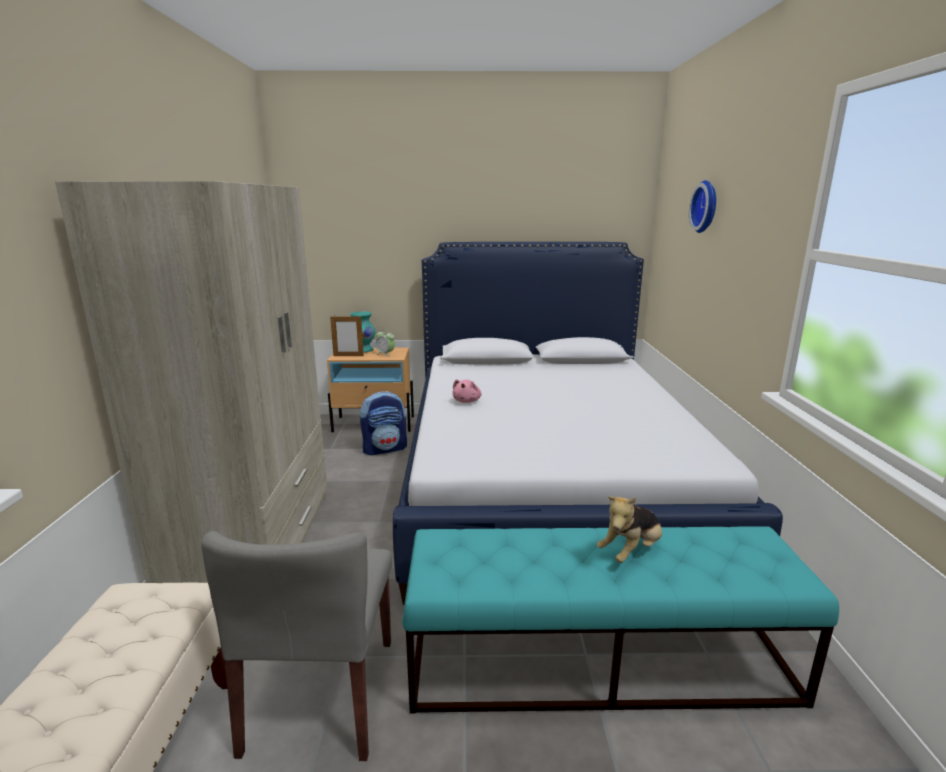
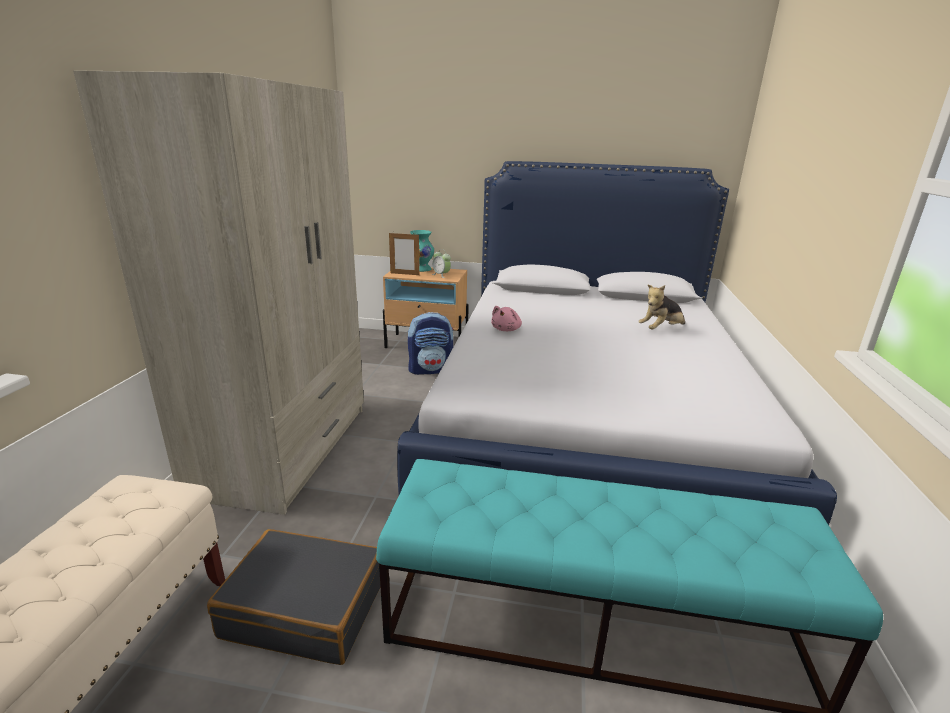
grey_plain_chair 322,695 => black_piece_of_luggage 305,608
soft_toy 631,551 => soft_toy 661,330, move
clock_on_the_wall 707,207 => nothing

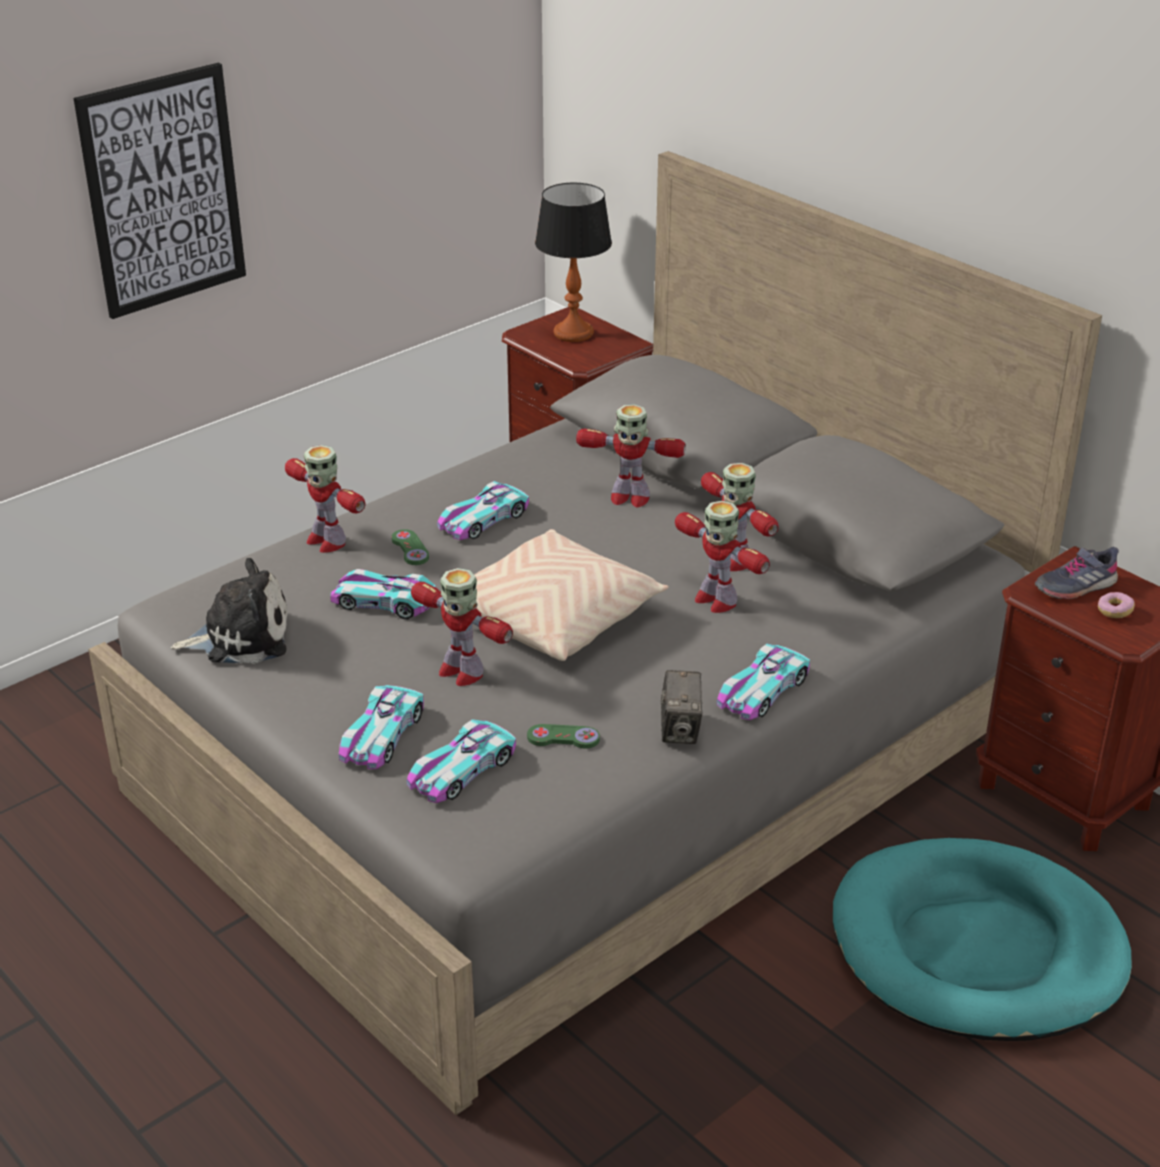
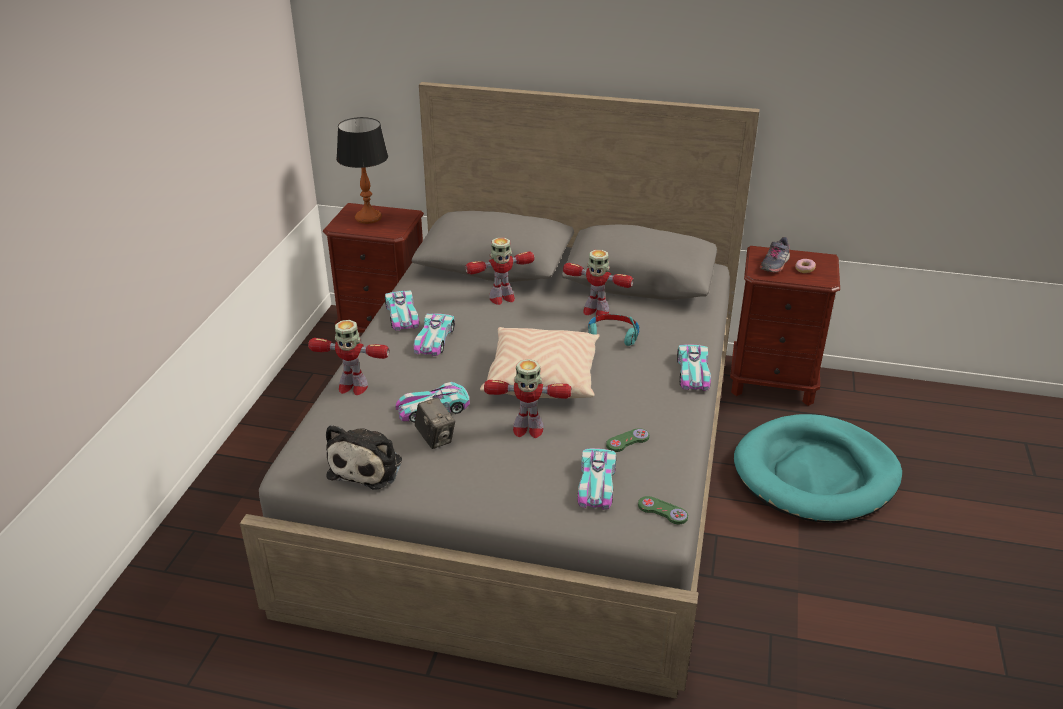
soft_toy 241,637 => soft_toy 368,466, 150 degrees clockwise
toy_car 382,735 => toy_car 402,315, move
still_camera 680,730 => still_camera 435,438, move
model_robot 715,600 => turquoise-coloured_headset 613,335
green-coloured_game_controller 410,549 => green-coloured_game_controller 662,511, move
picture 163,191 => nothing

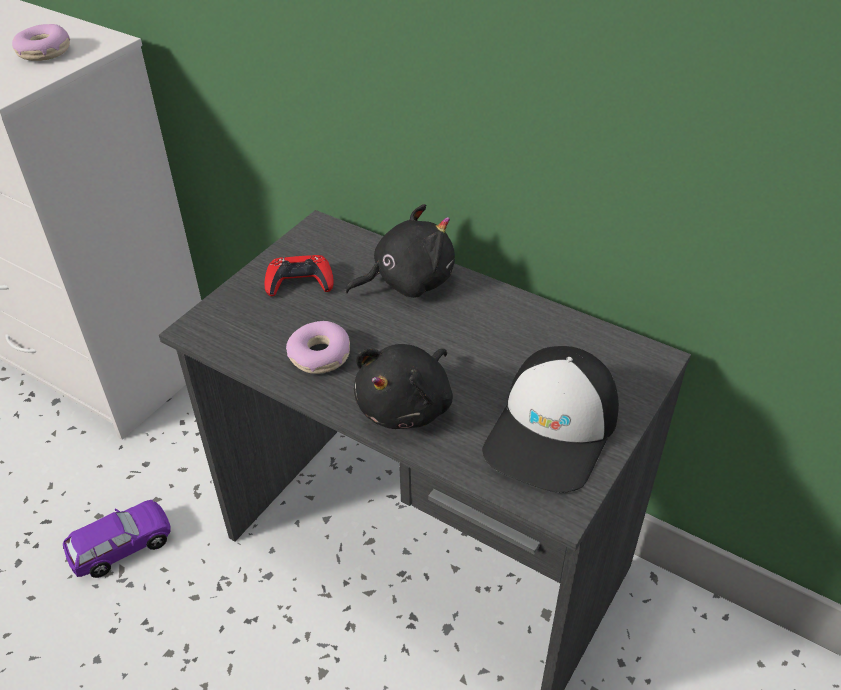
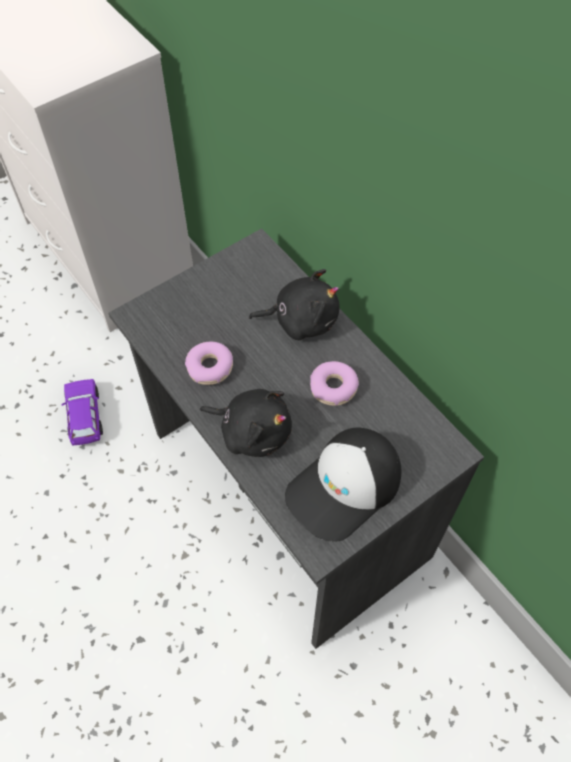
purple_toy_car 122,547 => purple_toy_car 85,417, 90 degrees counterclockwise
black_soft_toy 407,406 => black_soft_toy 252,431, 120 degrees counterclockwise
ring_doughnut 44,52 => ring_doughnut 333,388, move
reddish_game_controller 299,282 => nothing

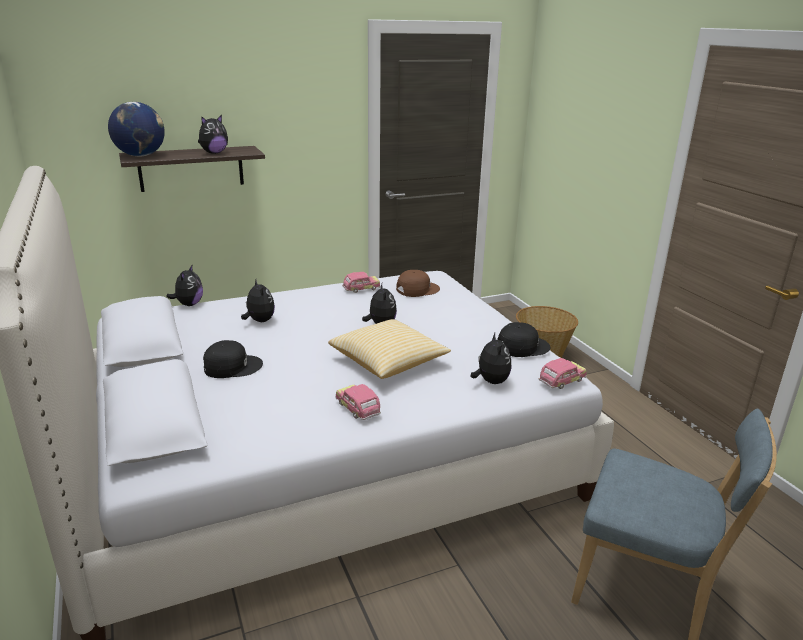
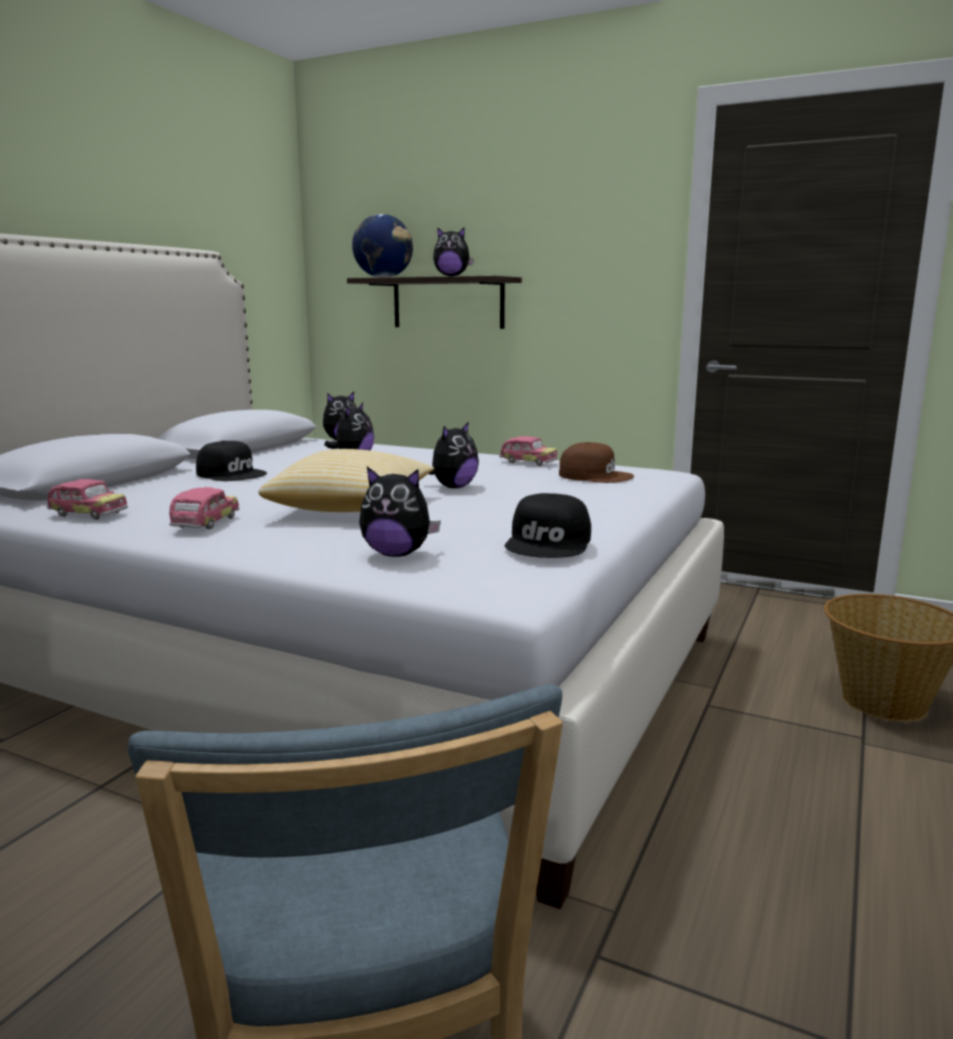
toy_car 561,381 => toy_car 88,514, move
soft_toy 490,381 => soft_toy 397,554, 60 degrees clockwise
black_cap 522,346 => black_cap 550,543, 75 degrees clockwise

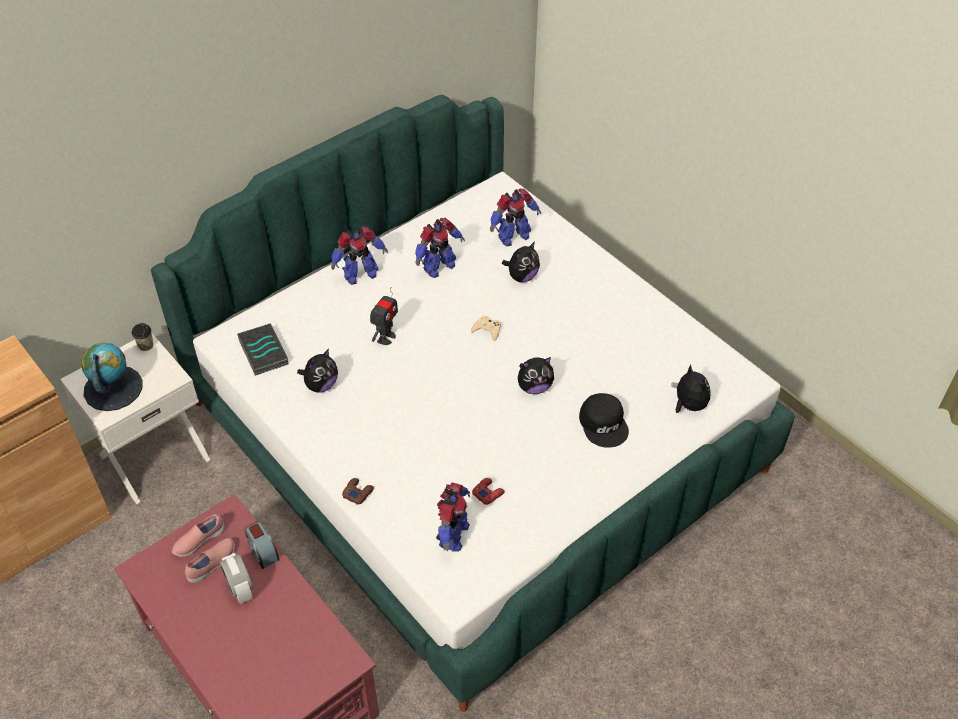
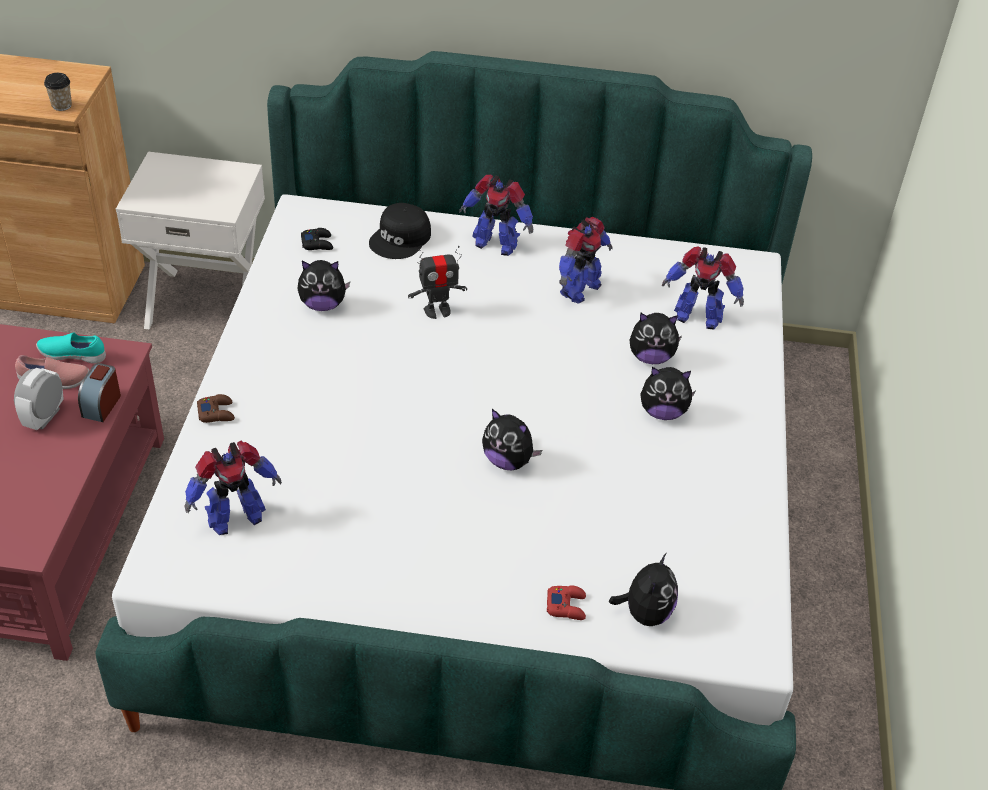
pink_low_shoe 199,541 => turquoise-coloured_low_shoe 73,355
small_cup 146,345 => small_cup 61,105, move
book 262,352 => black_game_controller 317,243
black_cap 604,423 => black_cap 401,239, move
reddish_game_controller 488,493 => reddish_game_controller 566,606, move
model_robot 438,267 => model_robot 579,289, 60 degrees counterclockwise
nothing => soft_toy 663,412
world_globe 113,388 => nothing
beige-coloured_game_controller 487,330 => nothing

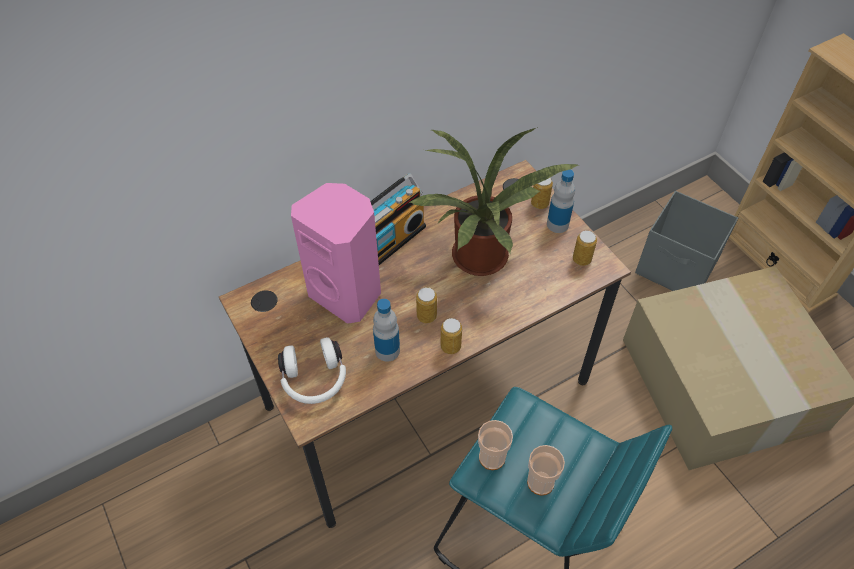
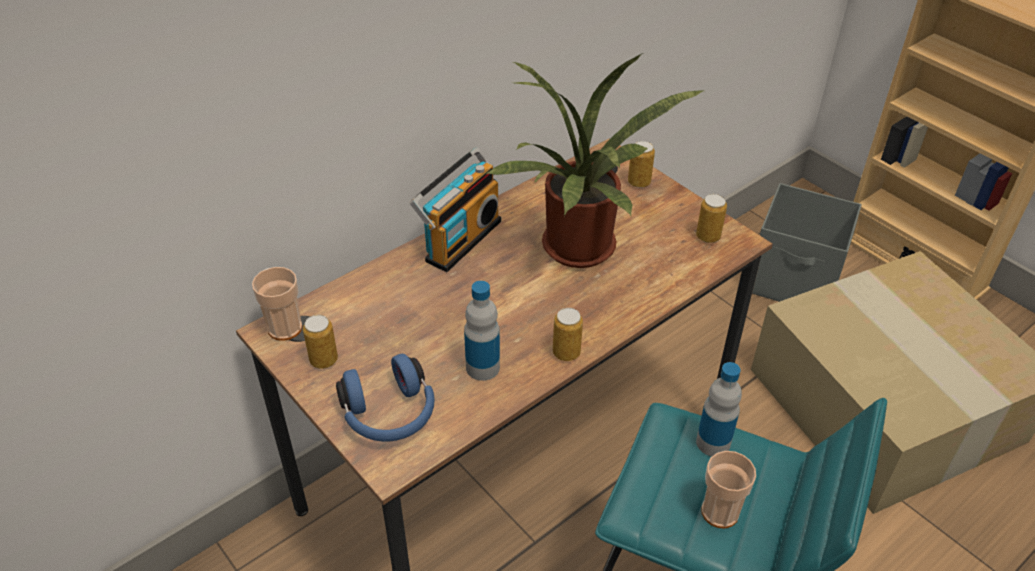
small_cup 492,457 => small_cup 285,328, move
can 426,316 => can 324,360, move
whitish_headset 314,380 => blue-coloured_headset 390,415
drink_bottle 557,224 => drink_bottle 713,442, move
pink_speaker 347,293 => nothing

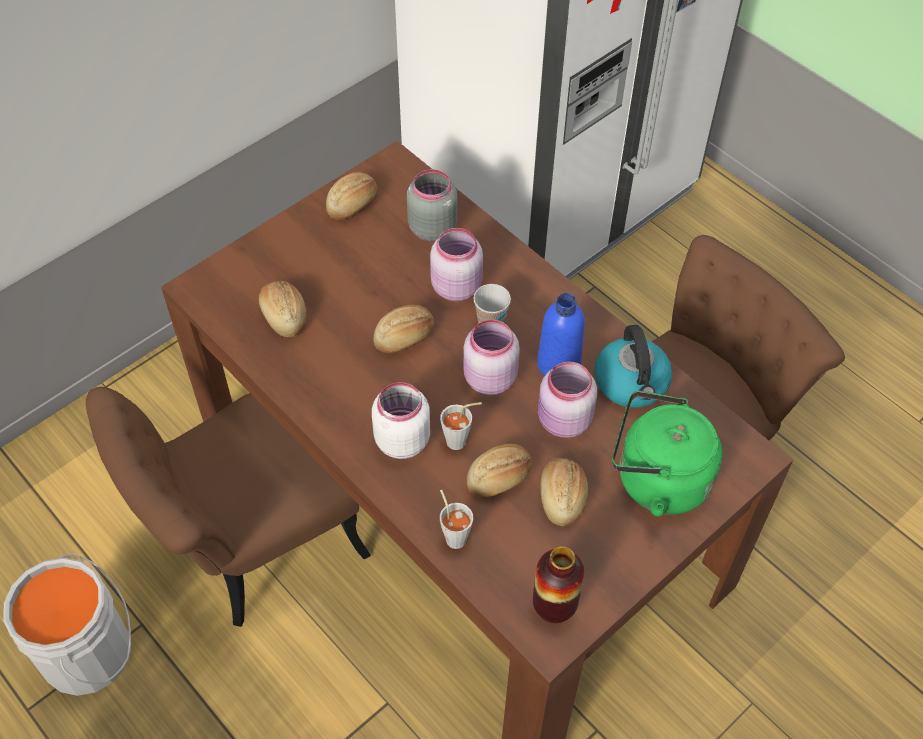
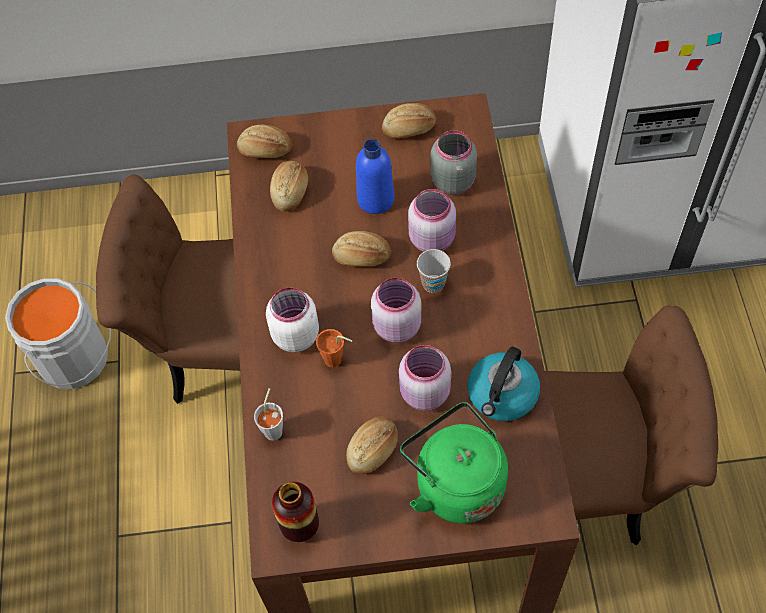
baked_bread 500,478 => baked_bread 265,151, move
grey_small_cup 461,441 => orange_small_cup 336,361
blue-coloured_drink_bottle 558,364 => blue-coloured_drink_bottle 375,199, move

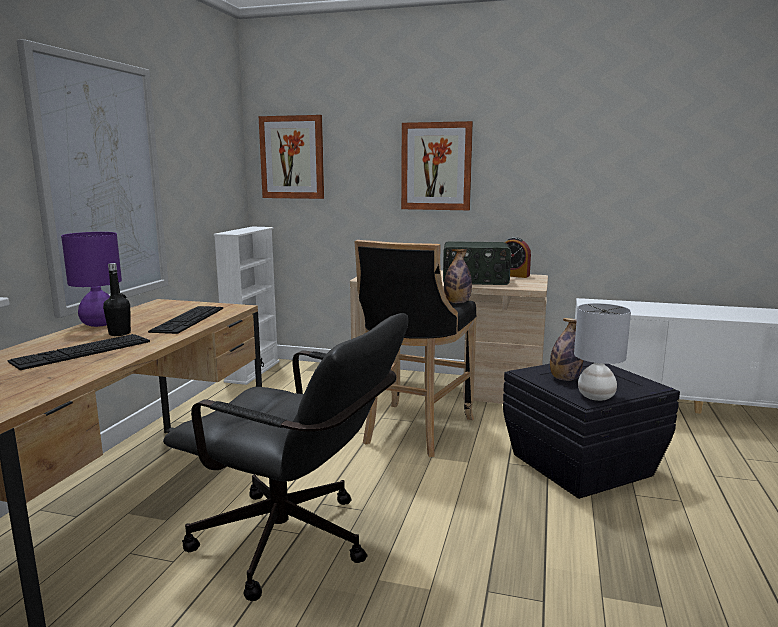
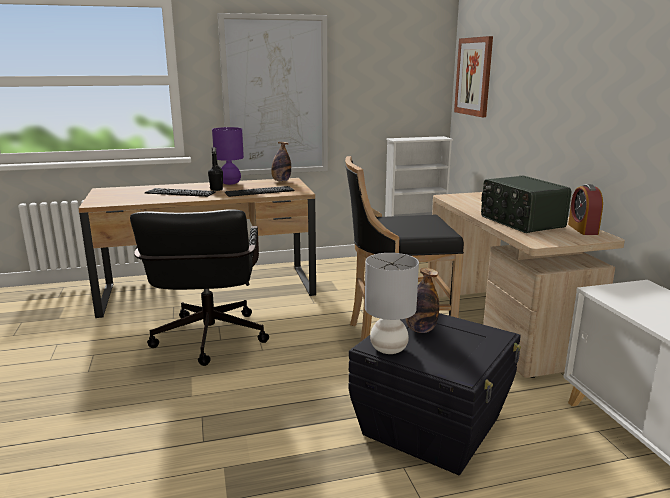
drink_bottle 457,302 => drink_bottle 281,181, move
picture 436,166 => nothing

